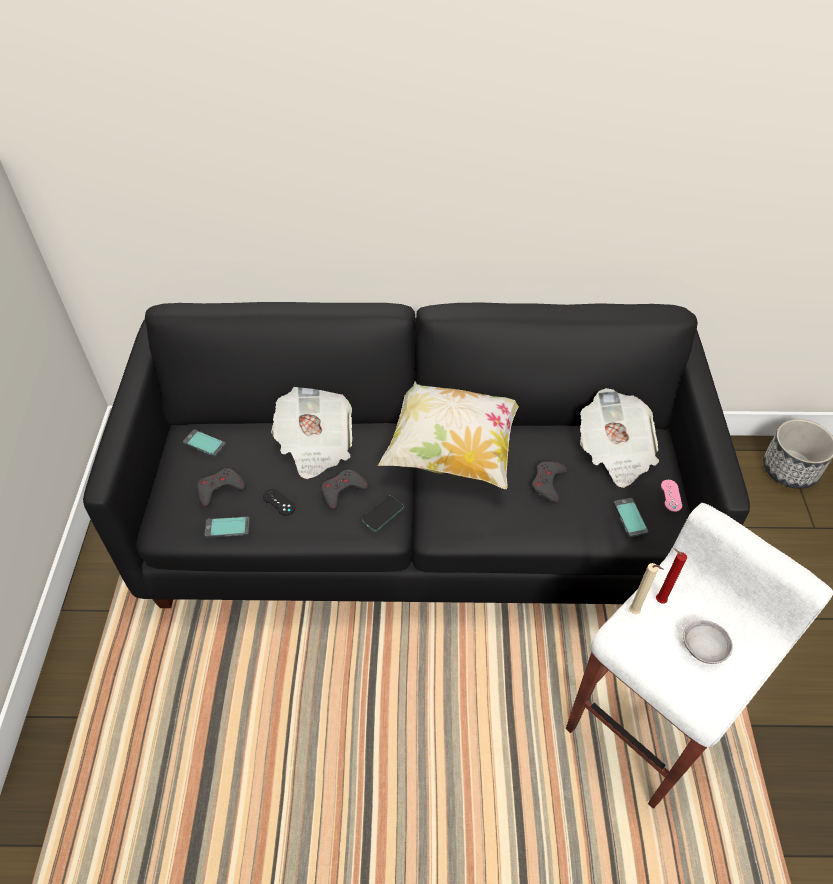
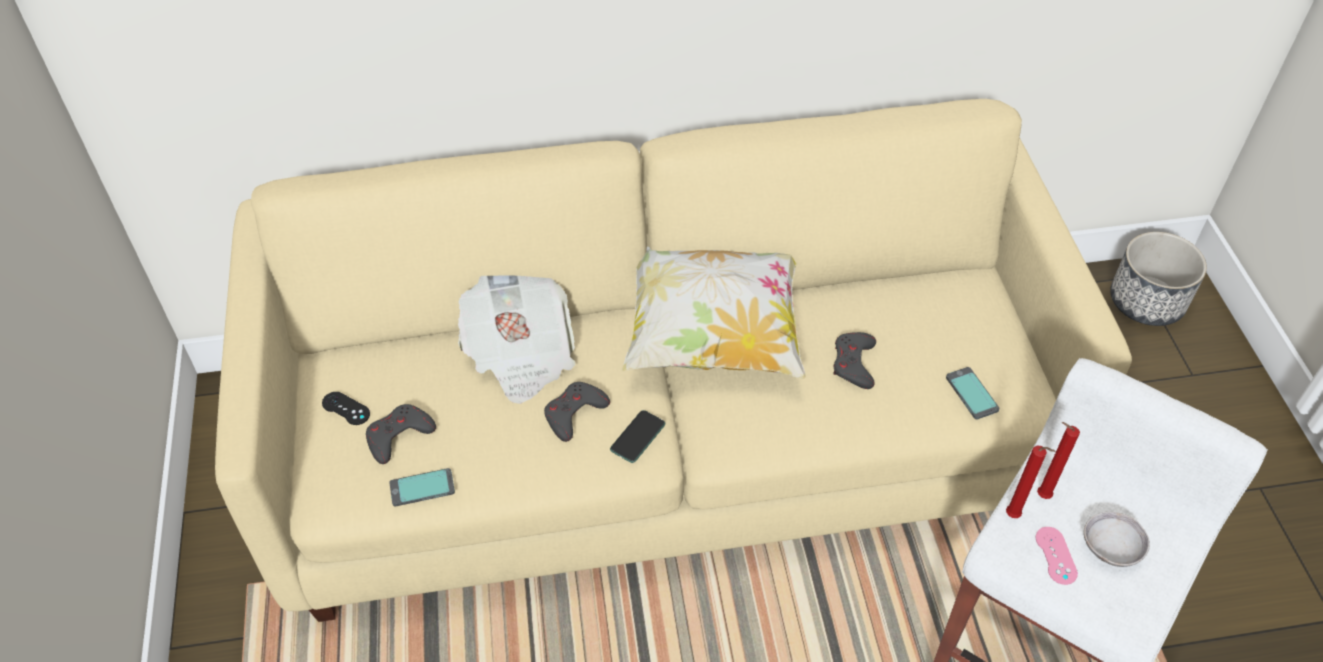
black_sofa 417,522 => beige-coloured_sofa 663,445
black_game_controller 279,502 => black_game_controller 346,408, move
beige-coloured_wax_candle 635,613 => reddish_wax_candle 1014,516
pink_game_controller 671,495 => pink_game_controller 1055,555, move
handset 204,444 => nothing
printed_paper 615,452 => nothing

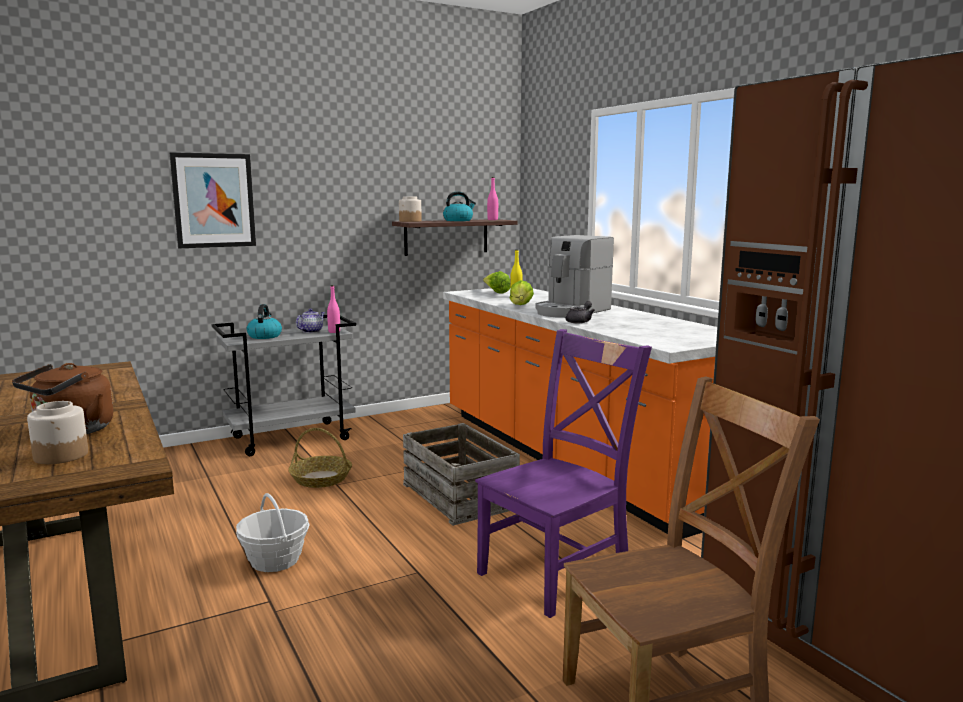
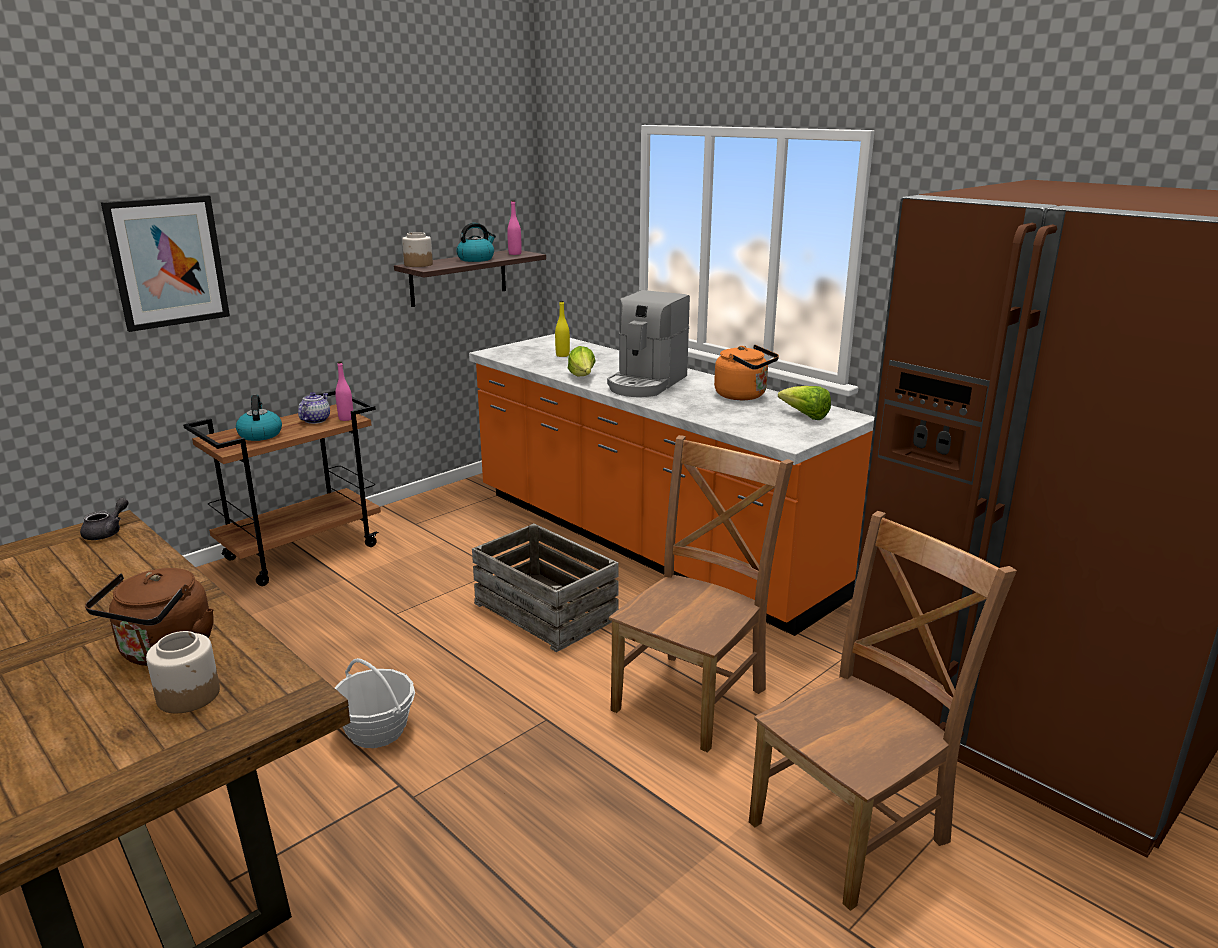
grey_teapot 580,321 => grey_teapot 107,532, move
grey_cart 292,438 => brown_cart 303,552
purple_plain_chair 558,573 => brown_plain_chair 693,696
nothing => orange_water_kettle 743,396
lettuce 496,292 => lettuce 805,416, move
household_basket 321,479 => nothing

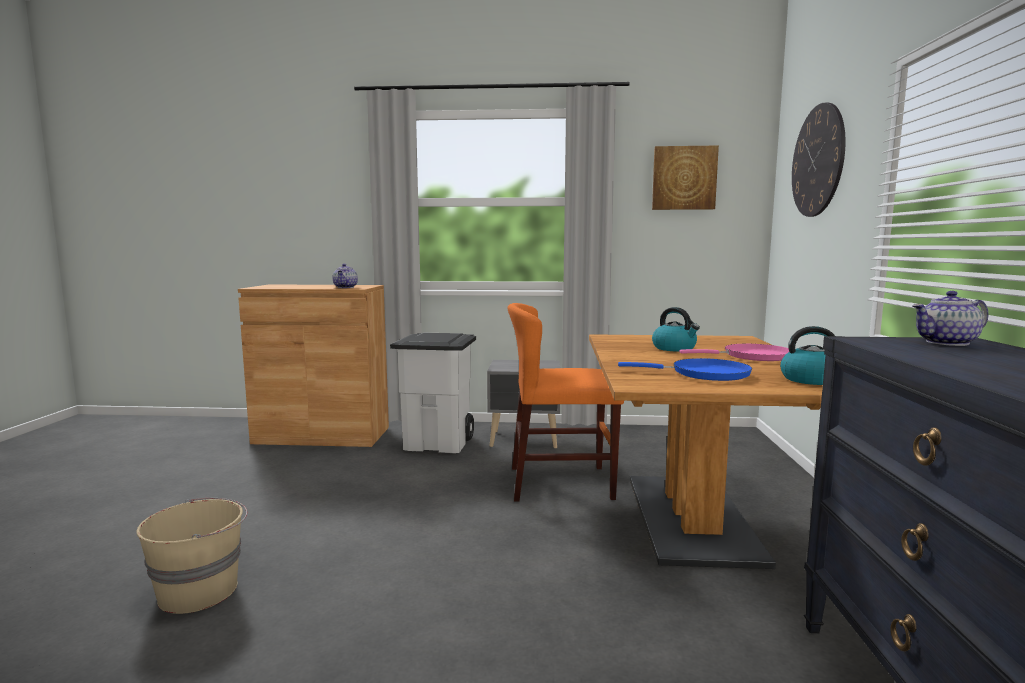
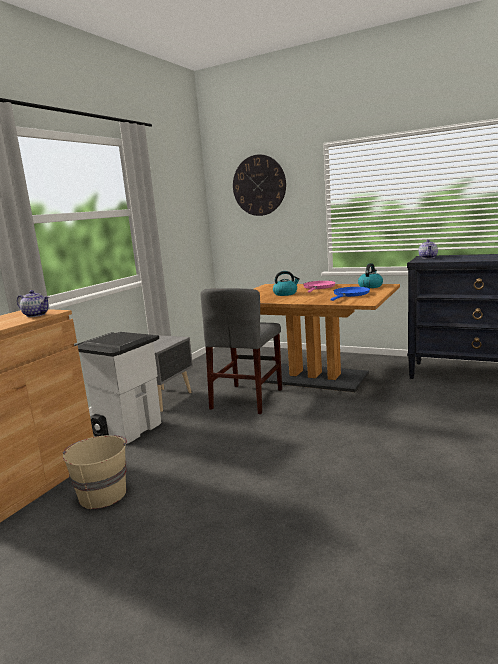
beige-coloured_water_bucket 200,591 => beige-coloured_water_bucket 102,494, move
orange_plain_chair 561,483 => grey_plain_chair 247,399
picture 684,178 => nothing

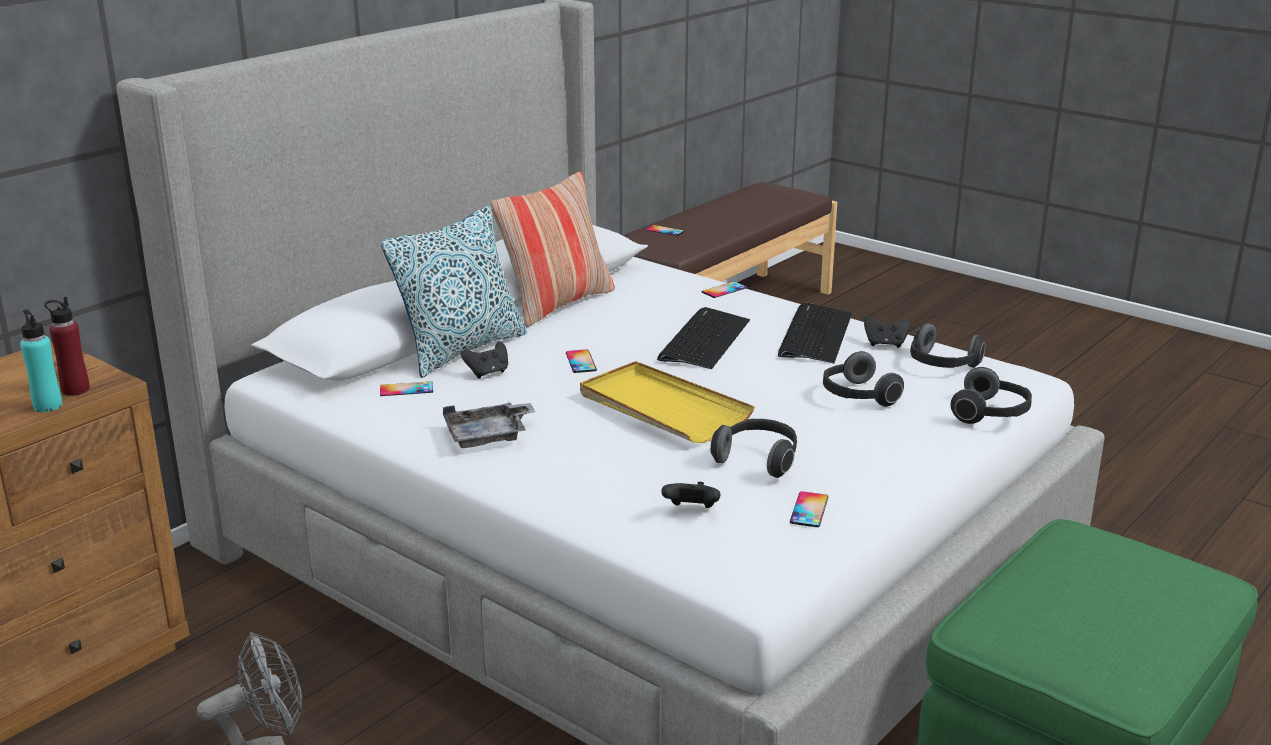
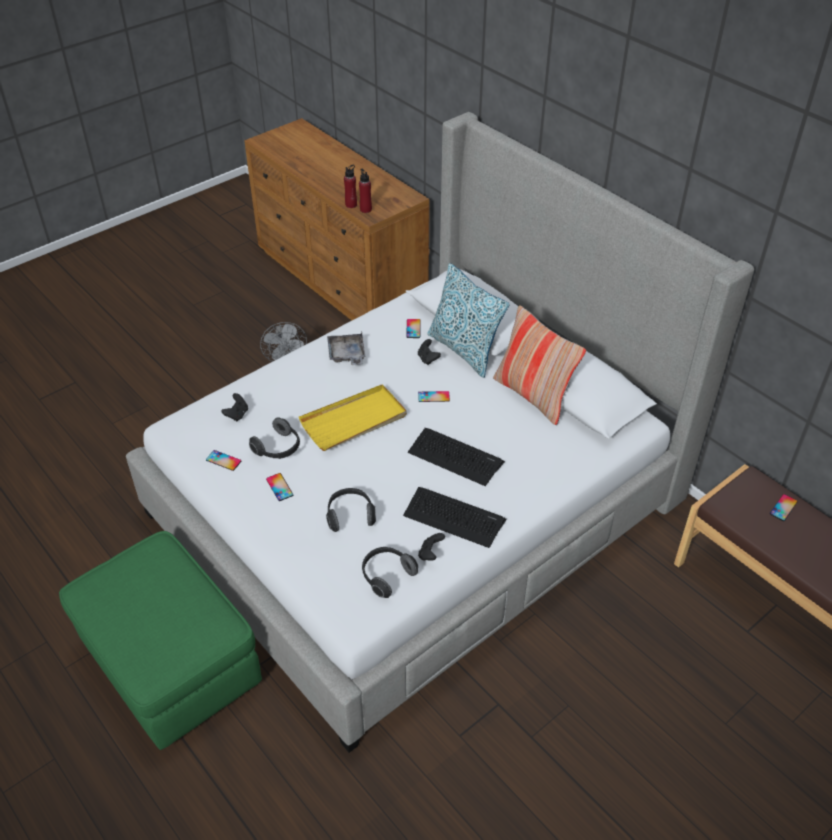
handset 724,290 => handset 279,487, move
turquoise-coloured_drink_bottle 48,406 => reddish_drink_bottle 351,205
headset 991,414 => nothing

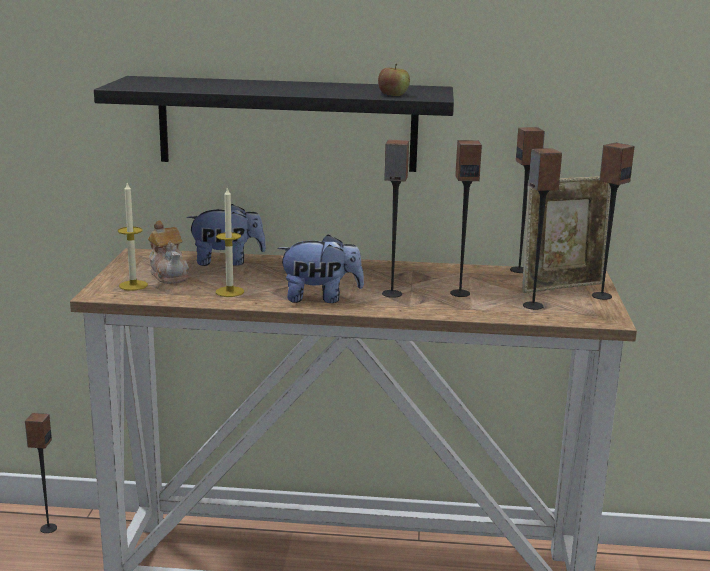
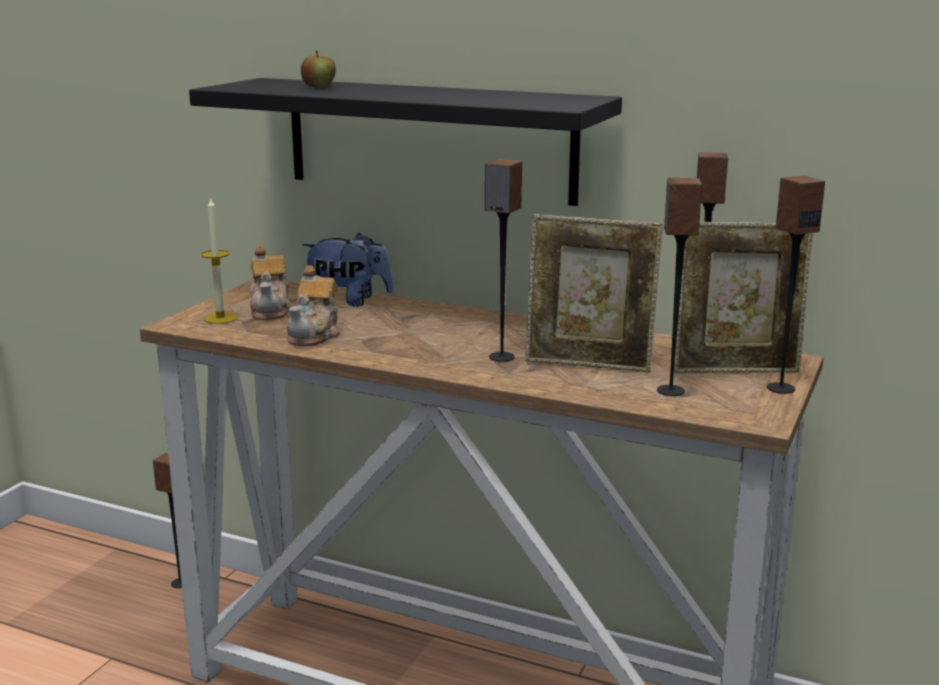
wax_candle 229,292 => teapot 315,335
apple 393,95 => apple 319,87, move
speaker 460,293 => standing_frame 589,365
soft_toy 320,298 => nothing

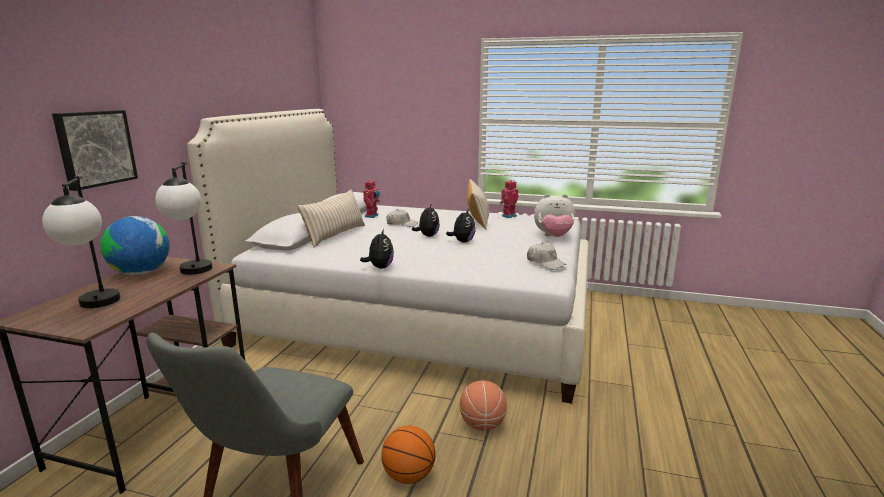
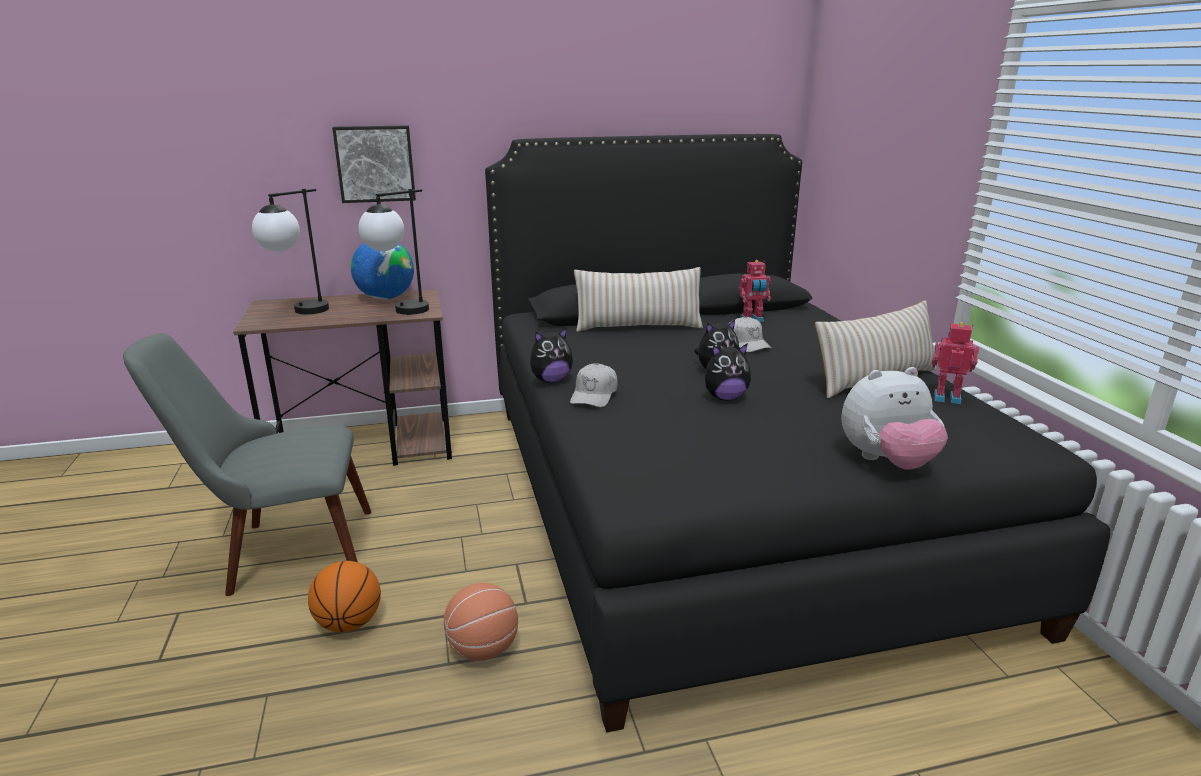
whitish_sleeping_bed 420,317 => black_sleeping_bed 715,500
whitish_cap 545,263 => whitish_cap 594,395, move
soft_toy 553,237 => soft_toy 887,462, 75 degrees counterclockwise

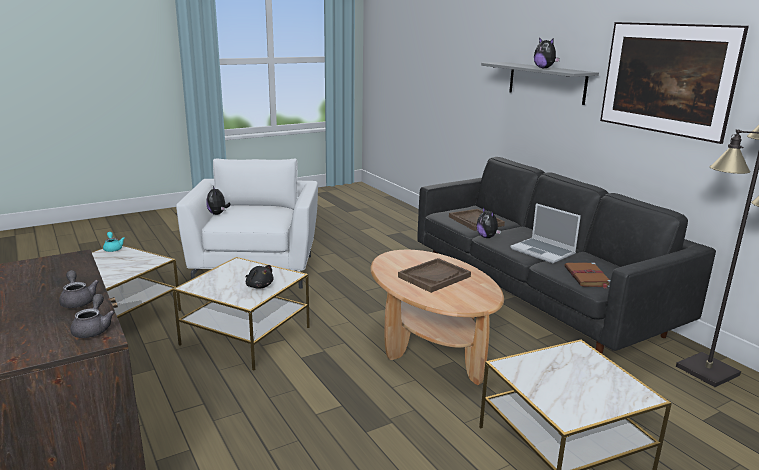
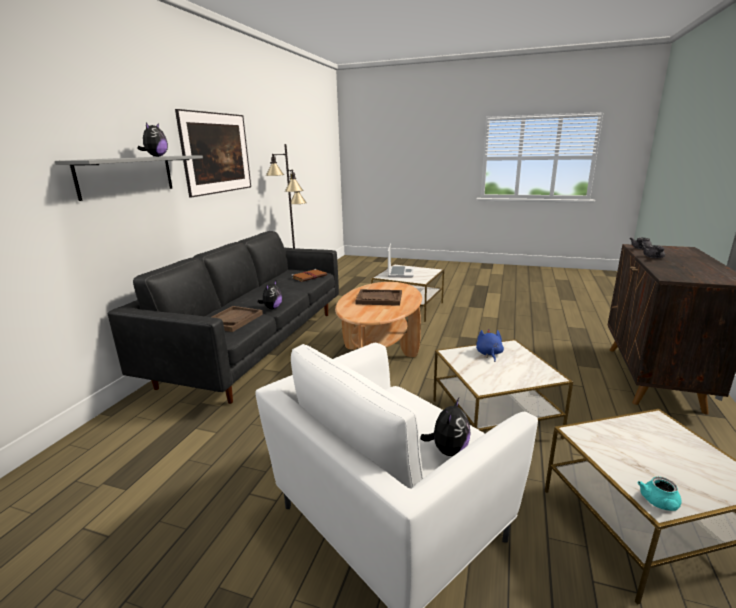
notebook_computer 544,251 => notebook_computer 400,272, move
black_soft_toy 259,286 => blue-coloured_soft_toy 489,354

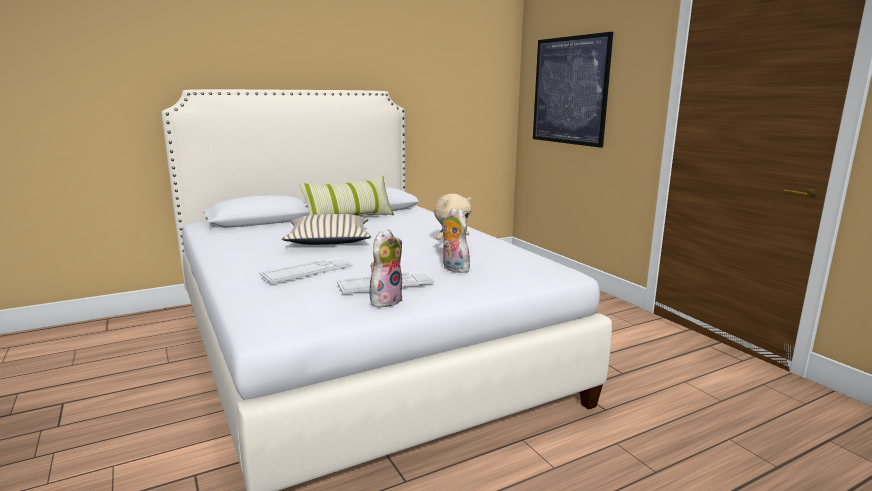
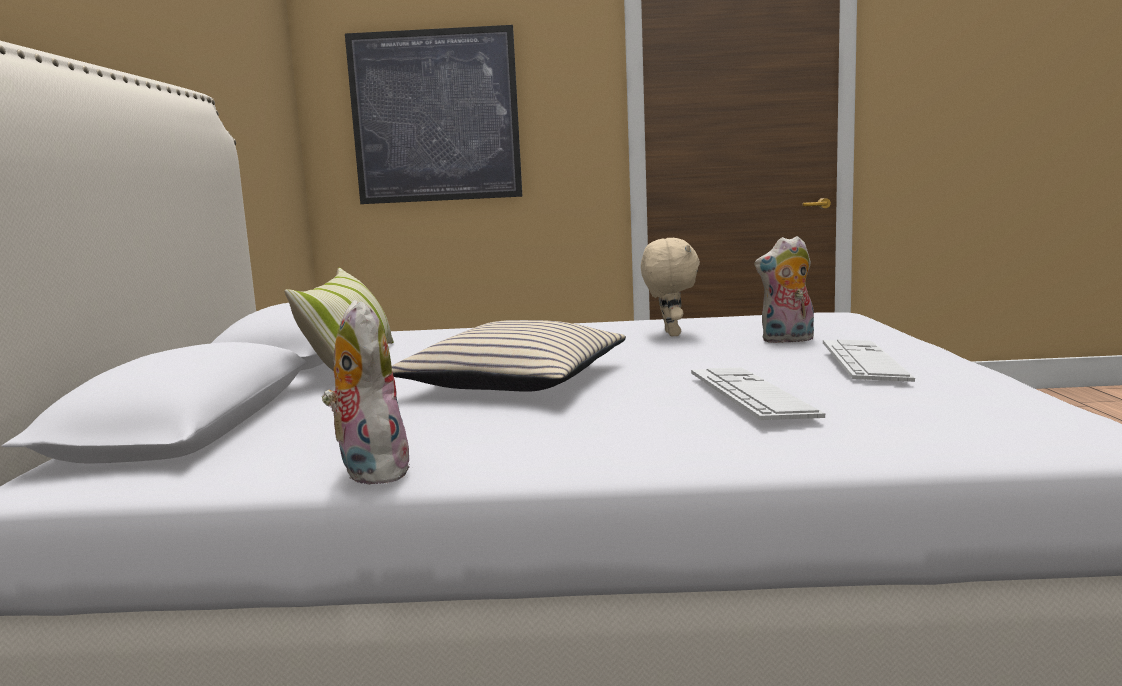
soft_toy 385,300 => soft_toy 369,471, move

